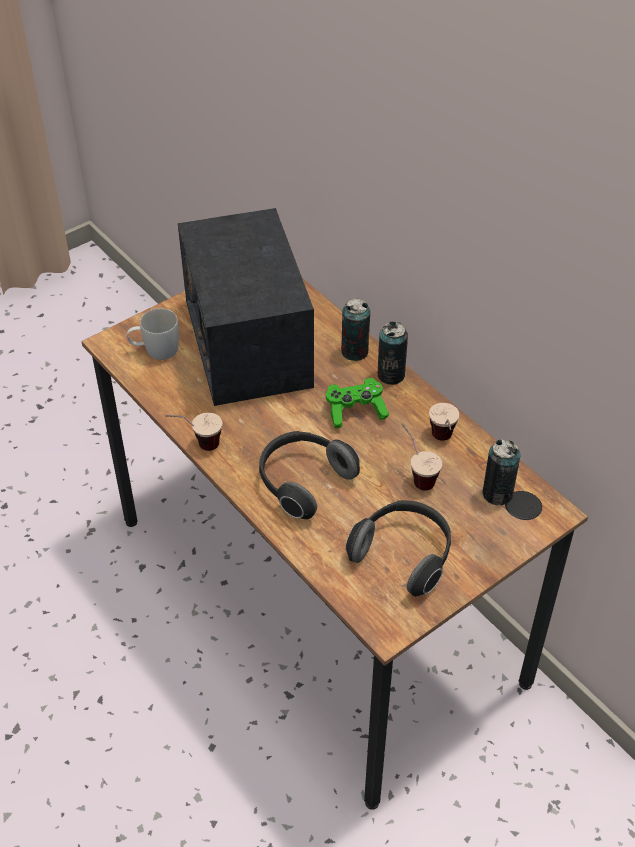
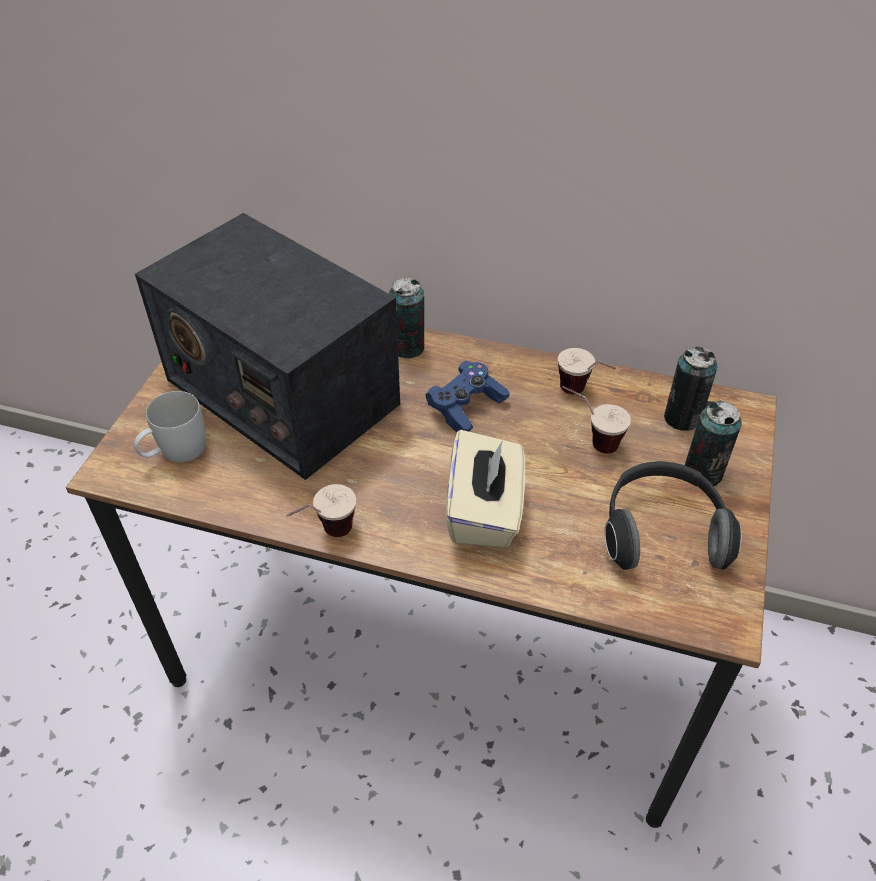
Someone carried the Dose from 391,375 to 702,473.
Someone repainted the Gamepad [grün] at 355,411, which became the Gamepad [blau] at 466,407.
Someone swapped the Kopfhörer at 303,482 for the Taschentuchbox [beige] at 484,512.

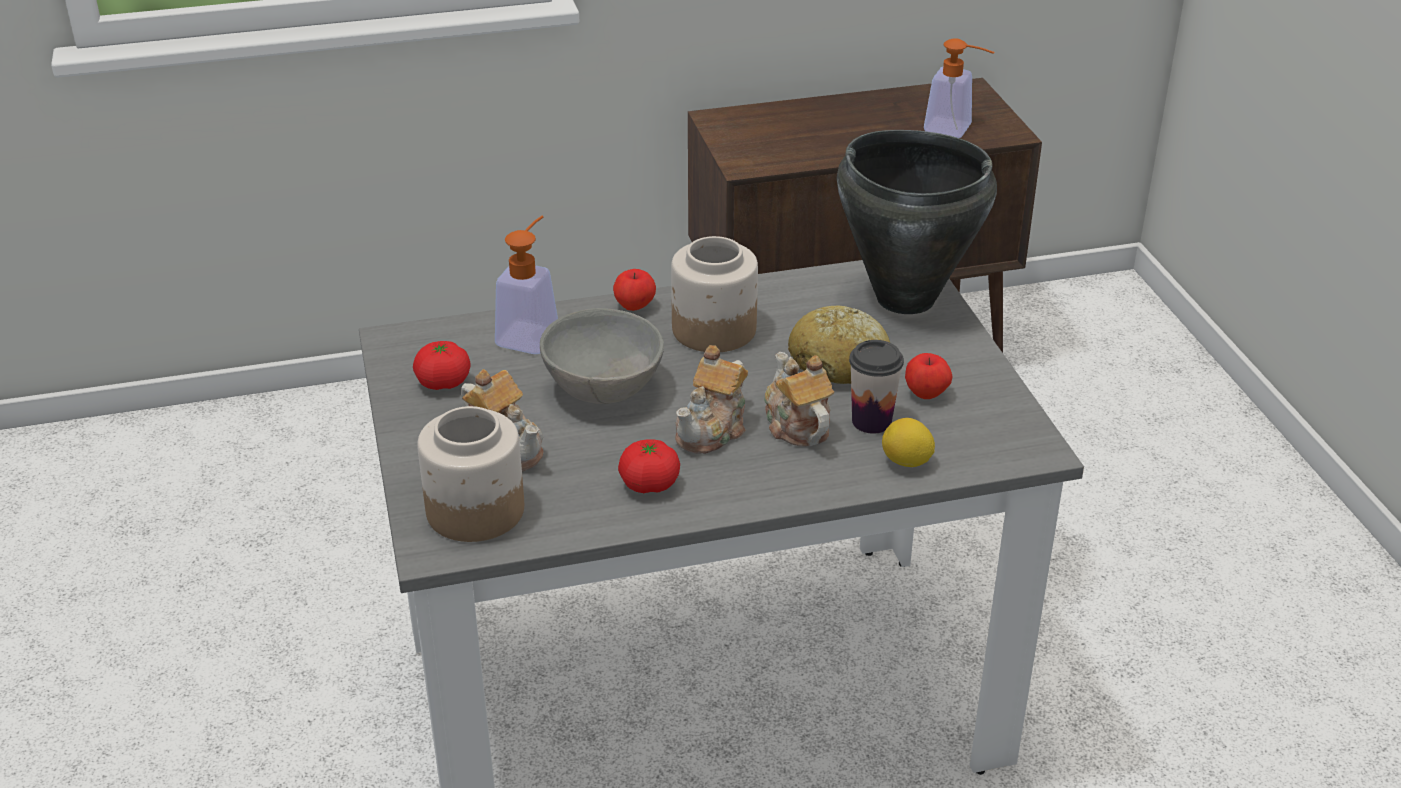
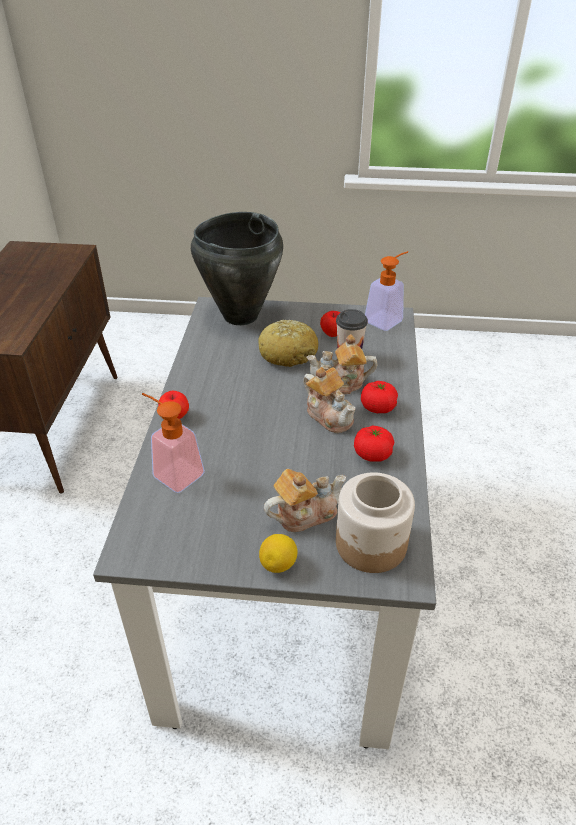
Someone carried the Seifenspender from 956,130 to 387,319.
Someone took away the Vorratsglas at 713,330.
Someone took away the Schüssel [grau] at 605,388.
Someone carried the Tomate from 443,382 to 378,407.
Someone carried the Zitrone from 906,462 to 278,564.

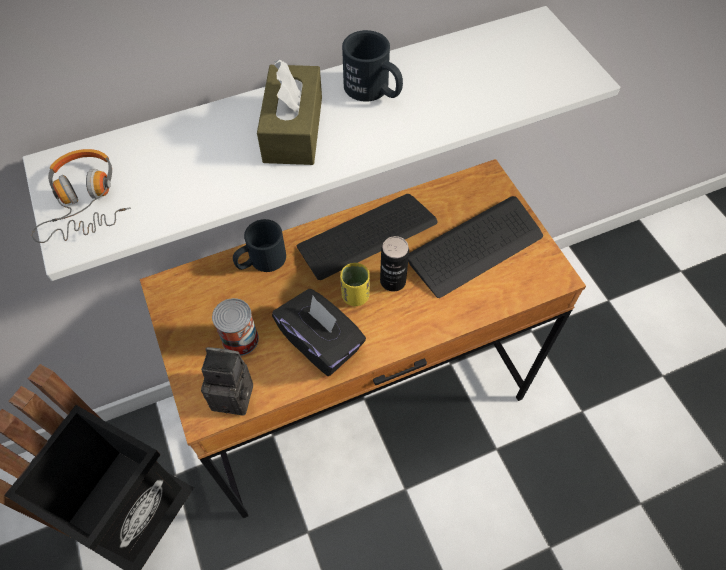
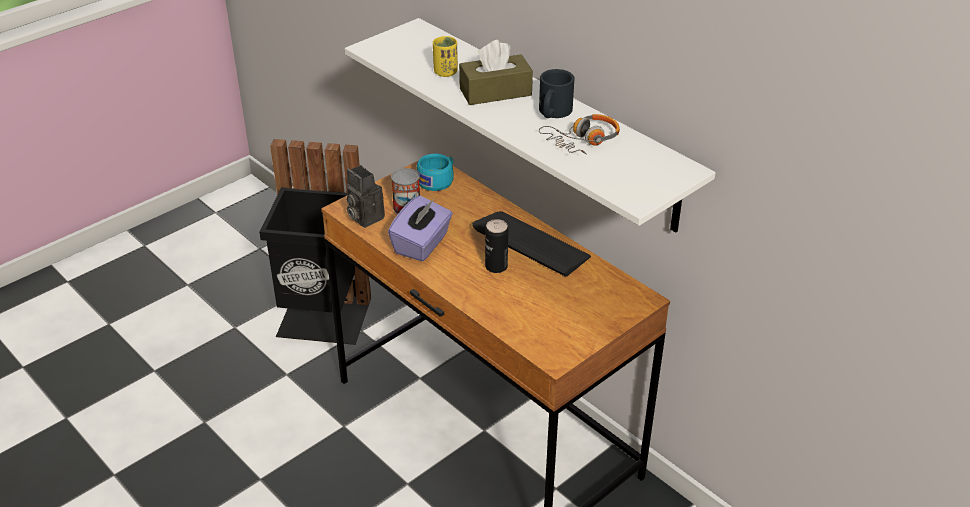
Someone carried the Kopfhörer from 85,202 to 583,141.
Someone took away the Tastatur at 475,248.
Someone took away the Henkelbecher [schwarz] at 260,261.
Someone carried the Tasse [gelb] from 355,296 to 445,72.
Someone repainted the Taschentuchbox [schwarz] at 321,343, which became the Taschentuchbox [lila] at 422,244.
Someone rotated the Kamera at 236,394 by 150 degrees clockwise.
Someone put down the Tasse [türkis] at 438,180.

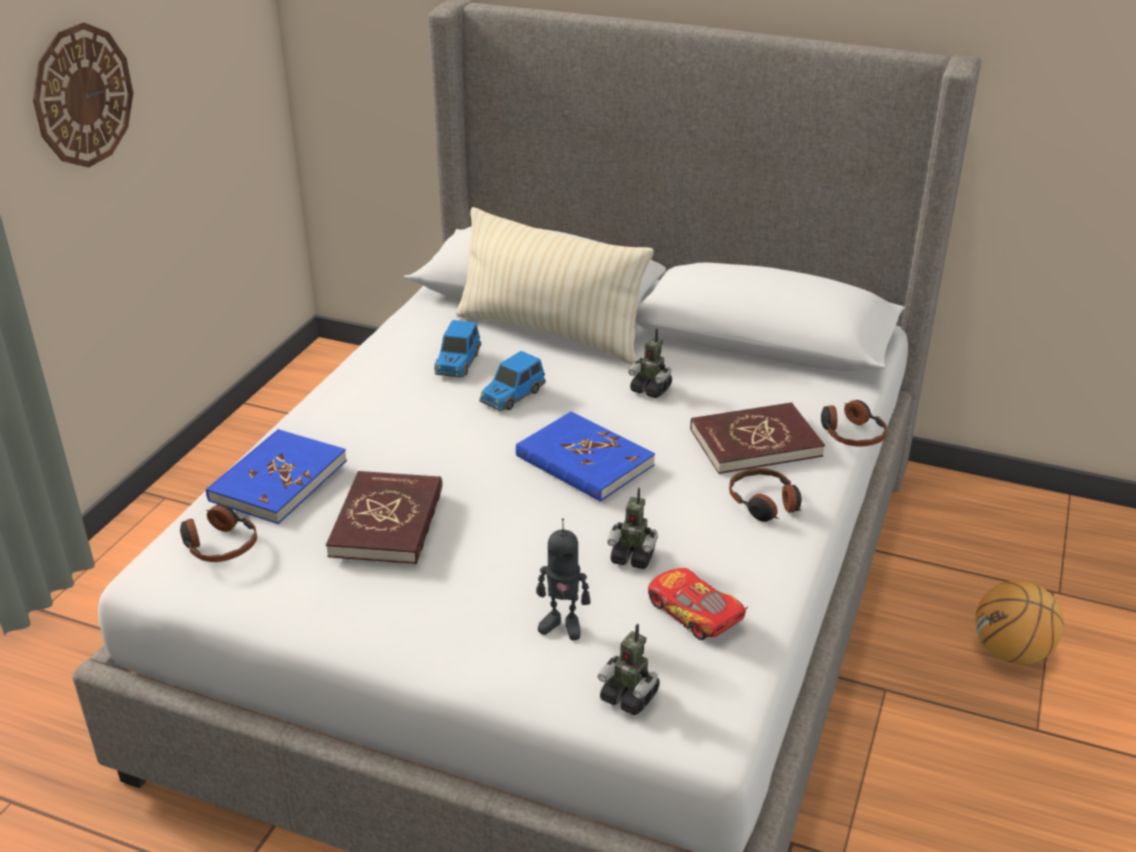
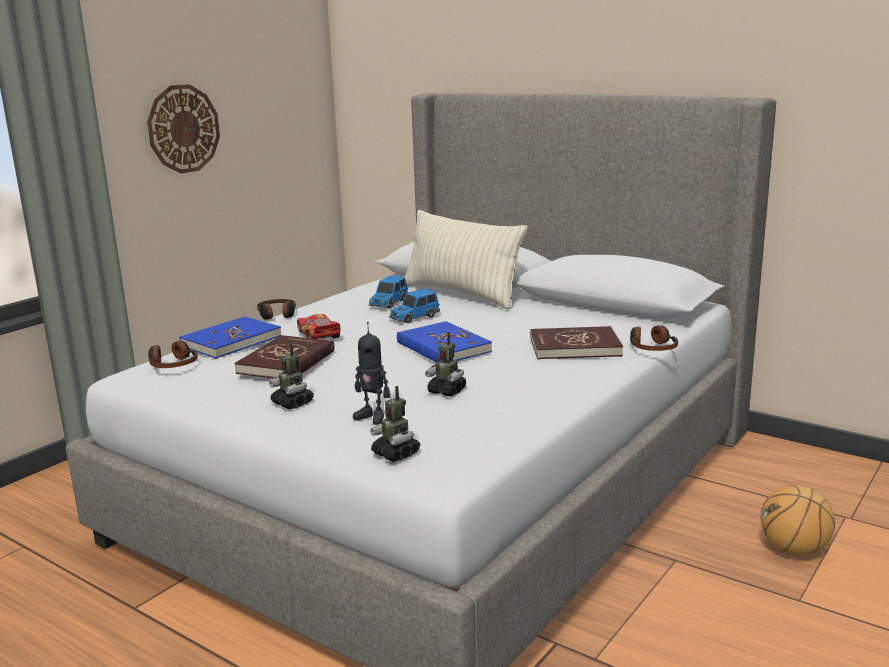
Someone carried the Spielzeugroboter from 651,389 to 292,403.
Someone carried the Kopfhörer from 765,504 to 277,315.
Someone carried the Spielzeugauto from 694,613 to 318,335.

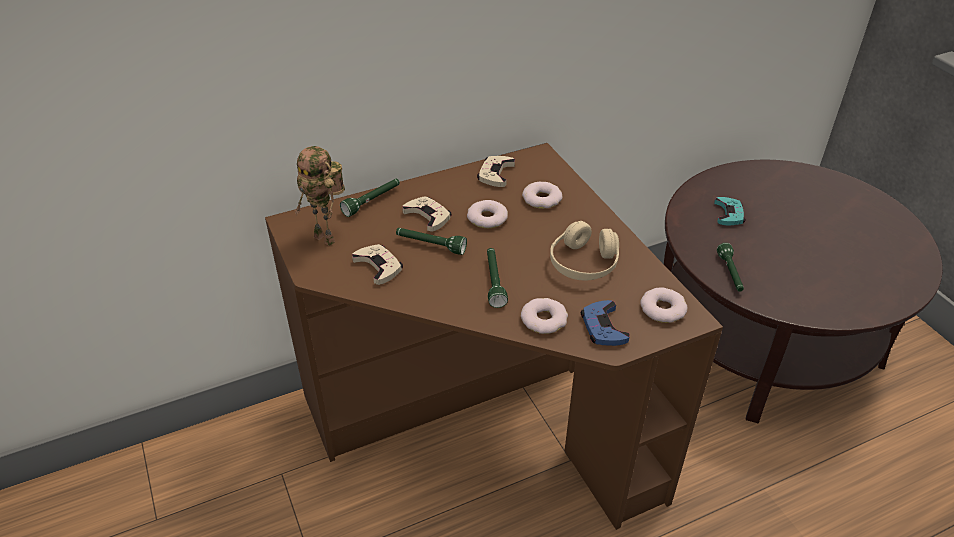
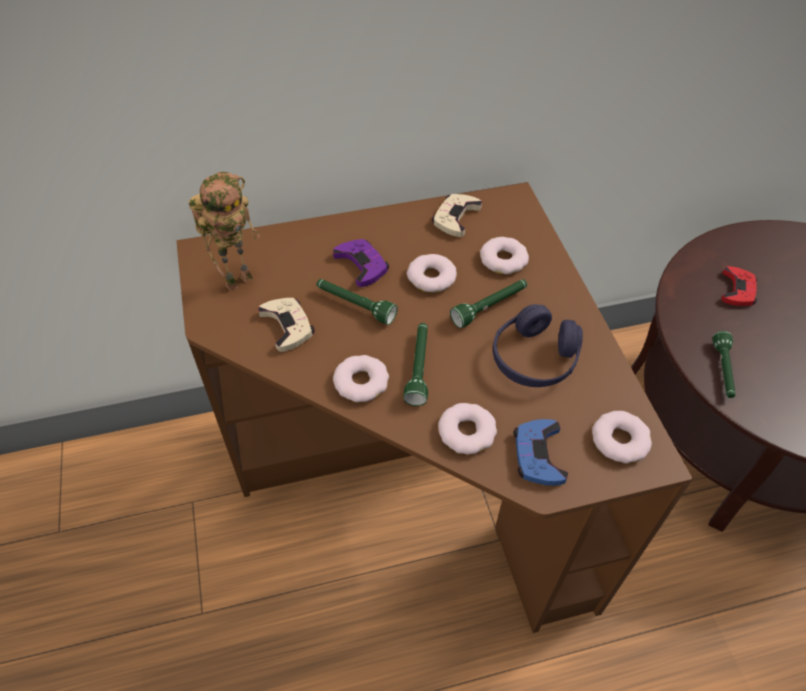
Someone rotated the Spielzeugroboter at 327,238 by 90 degrees counterclockwise.
Someone carried the Taschenlampe [grün] from 372,202 to 490,307.
Someone repainted the Gamepad [beige] at 428,216, which became the Gamepad [lila] at 362,265.
Someone repainted the Gamepad [türkis] at 729,214, which became the Gamepad [rot] at 737,290.
Someone repainted the Kopfhörer [beige] at 583,263, which became the Kopfhörer [lila] at 534,358.
Someone put down the Donut at 361,382.

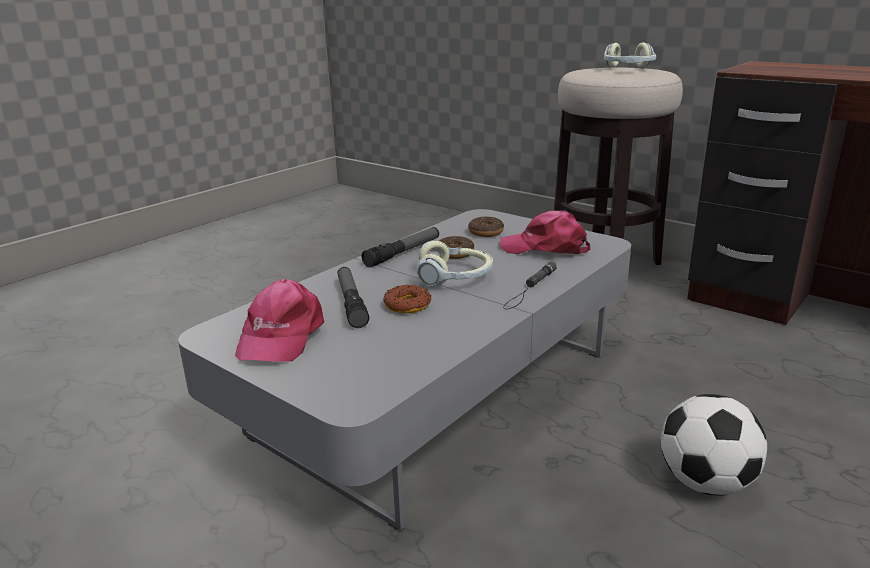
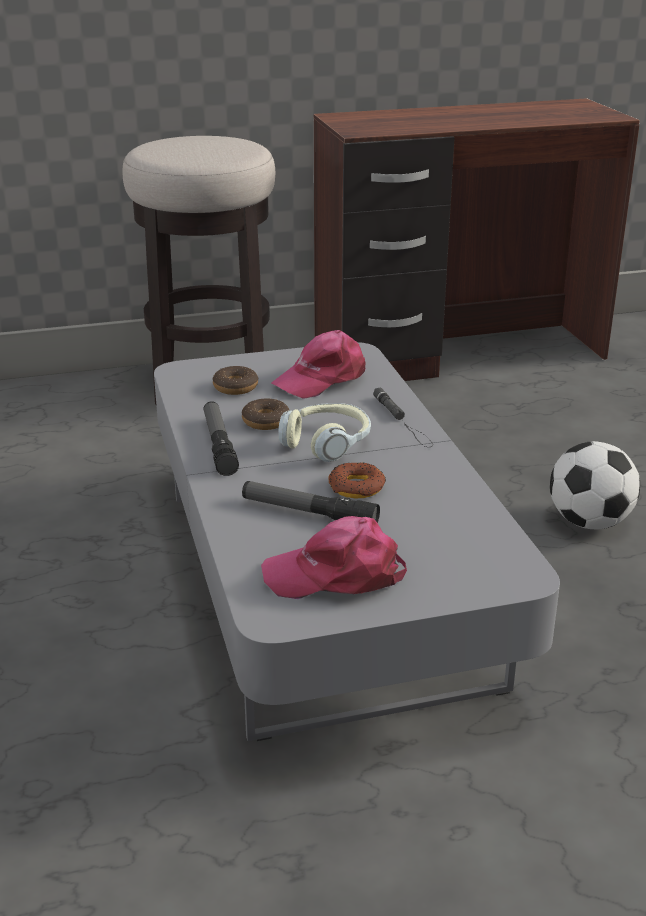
Someone took away the Kopfhörer at 628,69.
Someone rotated the Kappe [rosa] at 280,336 by 135 degrees clockwise.

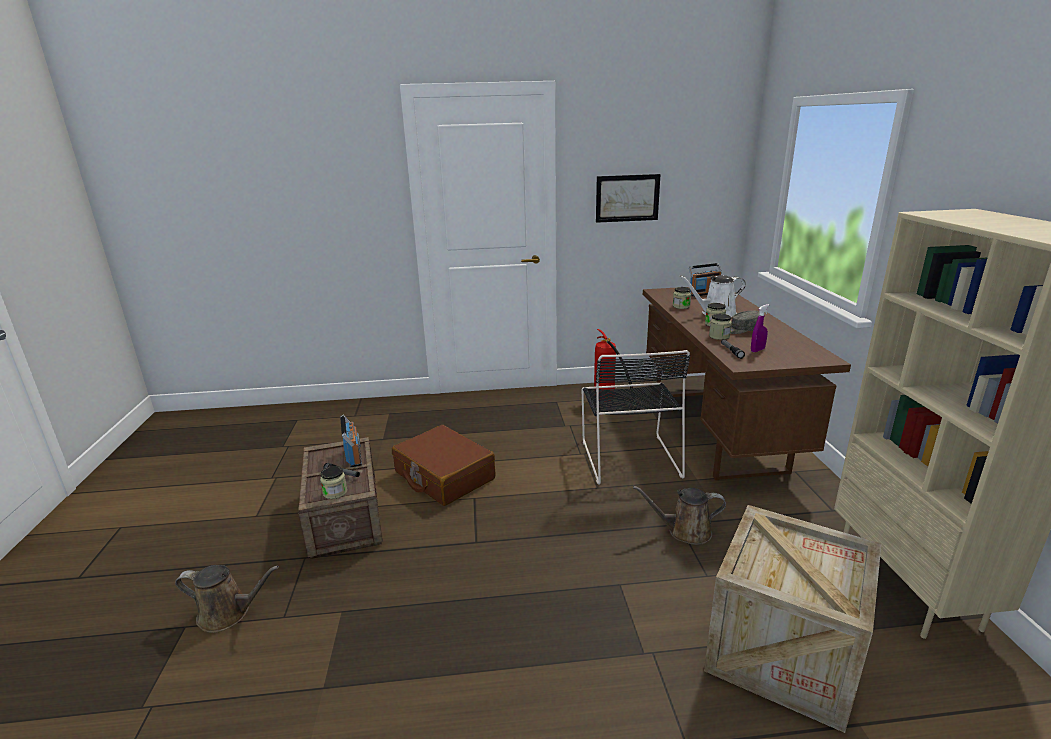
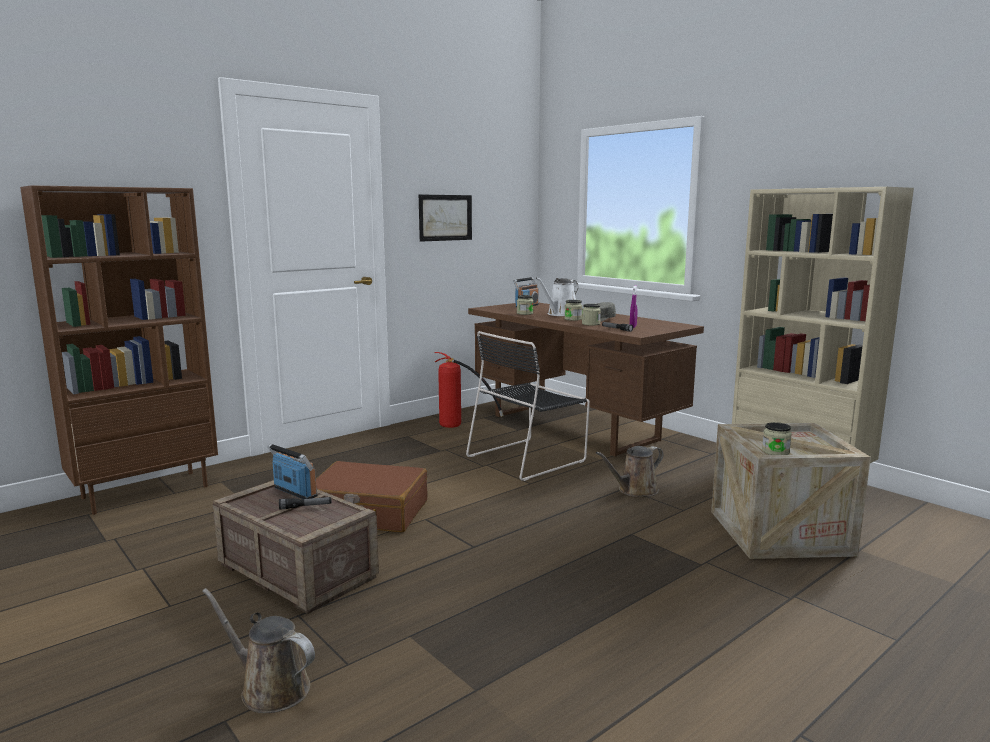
Someone rotated the Stuhl [schwarz] at 629,456 by 90 degrees clockwise.
Someone carried the Vorratsglas from 335,492 to 775,452.
Someone rotated the Gießkanne [braun] at 229,613 by 120 degrees counterclockwise.
Someone put down the Bücherregal [braun] at 146,491.

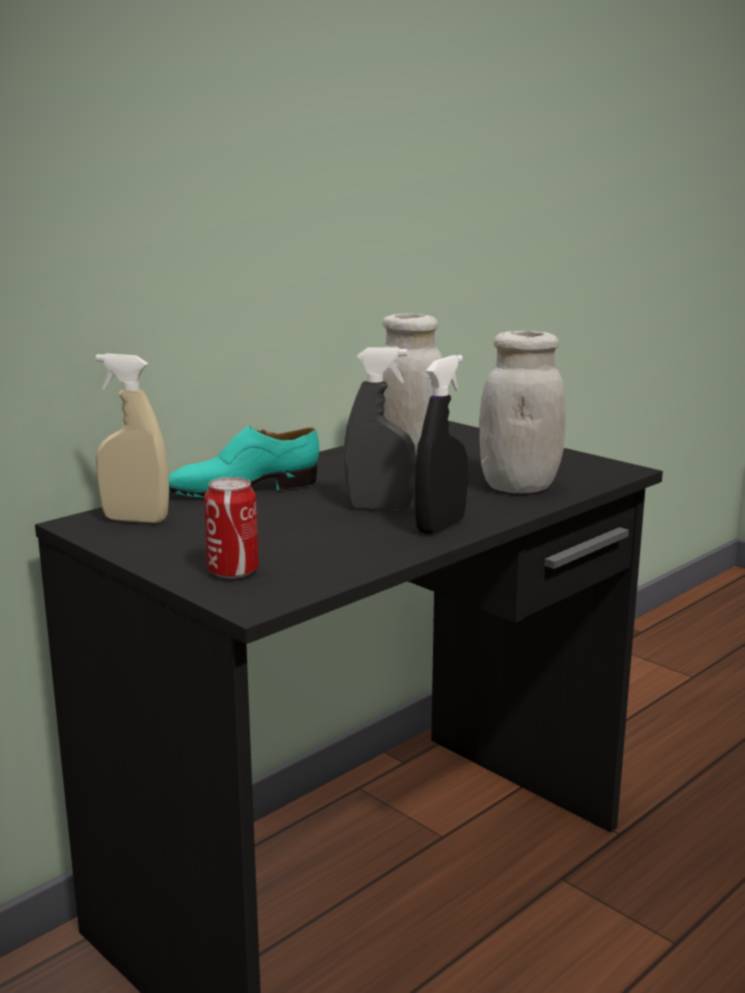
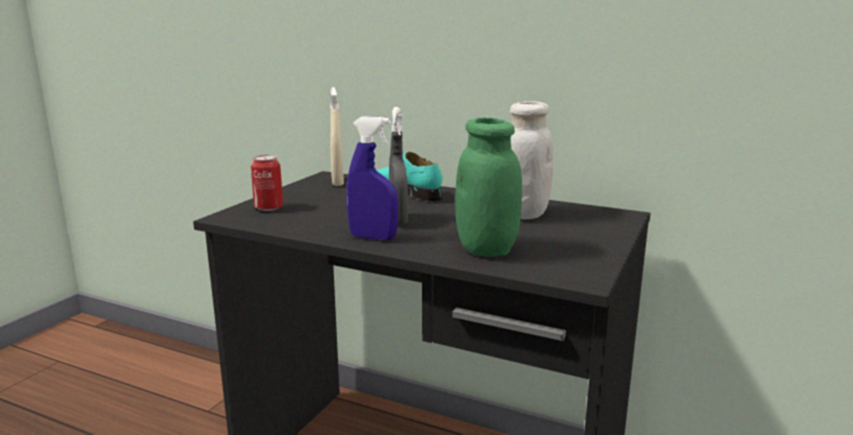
Someone repainted the Vorratsglas [weiß] at 519,486, which became the Vorratsglas [grün] at 486,249.
Someone repainted the Sprühflasche [schwarz] at 440,526, which became the Sprühflasche [blau] at 373,237.

